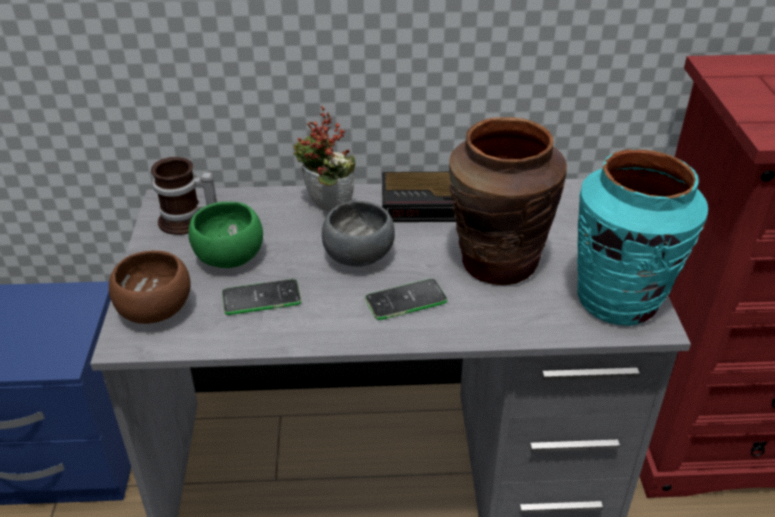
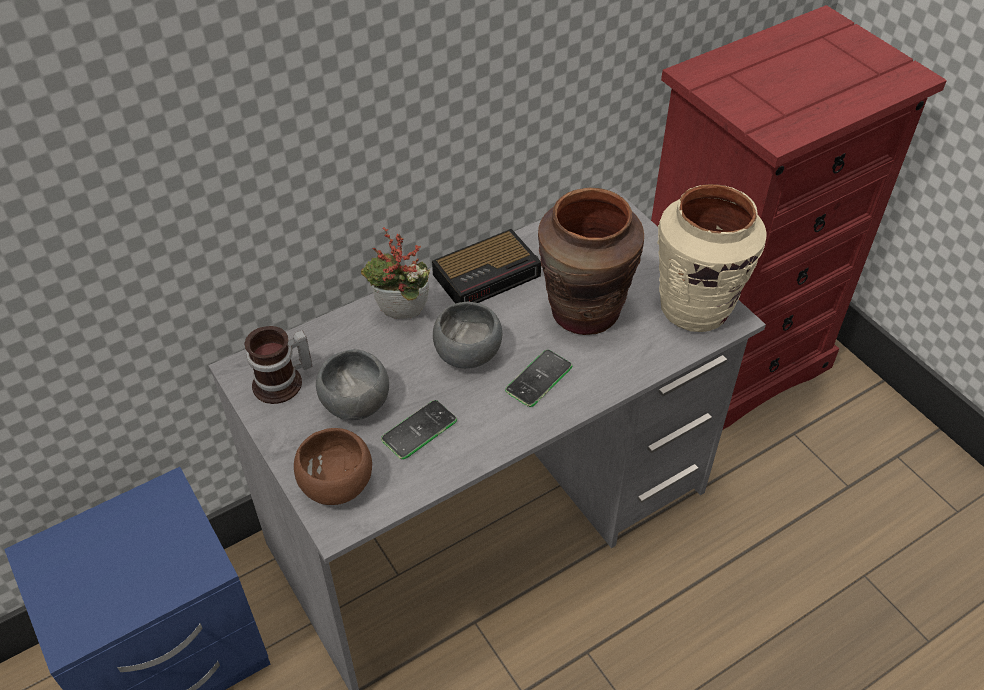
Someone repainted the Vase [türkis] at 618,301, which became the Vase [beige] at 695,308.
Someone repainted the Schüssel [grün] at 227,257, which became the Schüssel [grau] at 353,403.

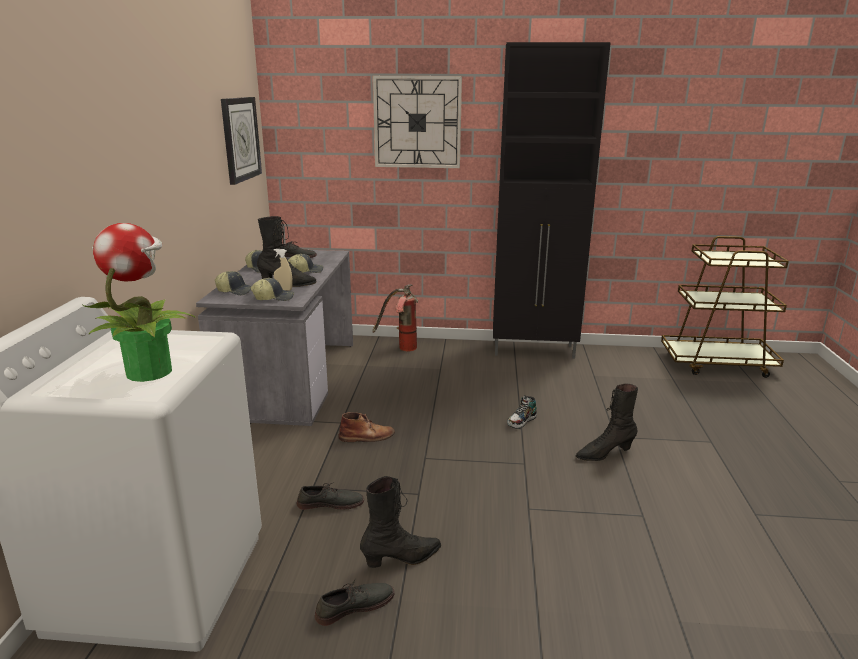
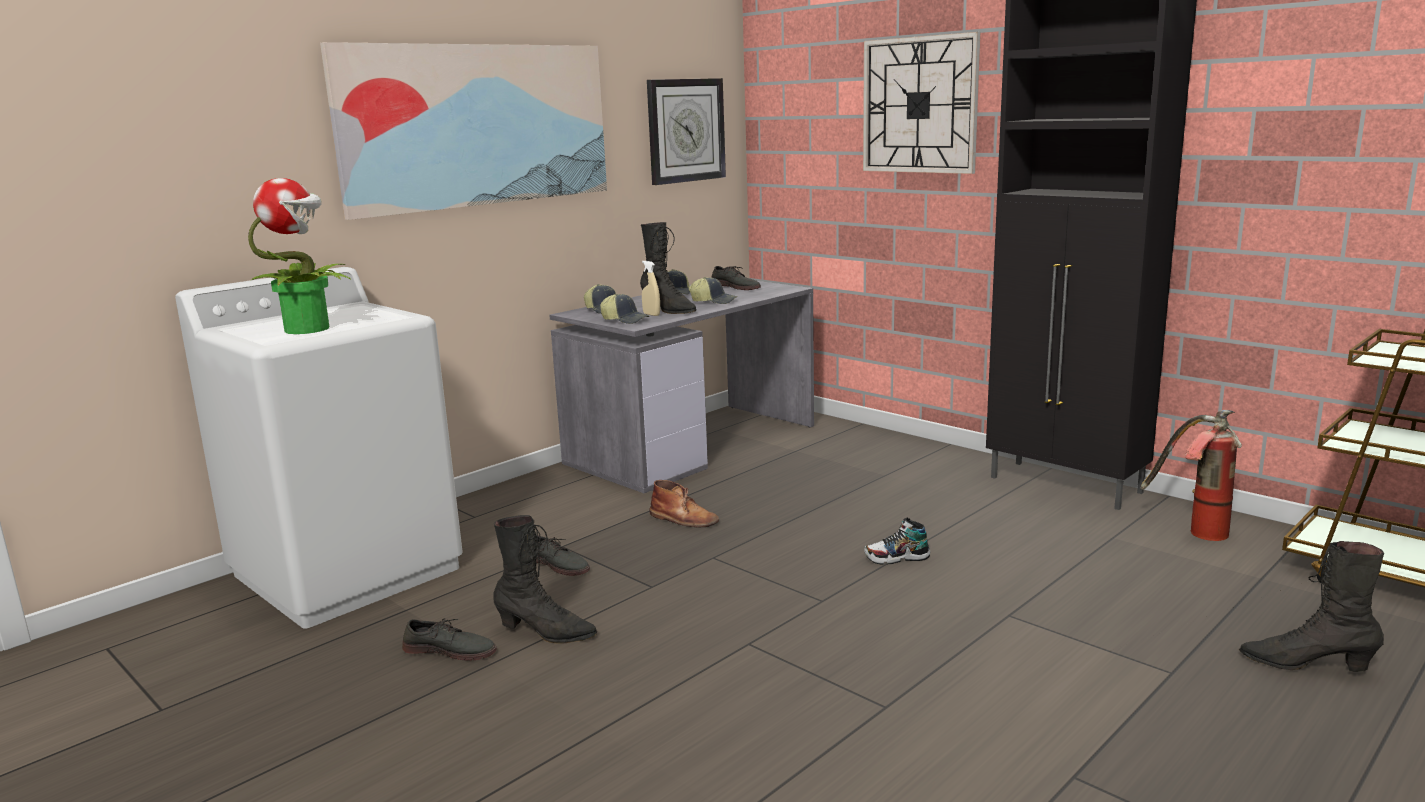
Someone carried the Feuerlöscher from 400,348 to 1193,531.
Someone carried the Stiefel [schwarz] from 604,453 to 1306,664.
Someone put up the Bild at 479,125.

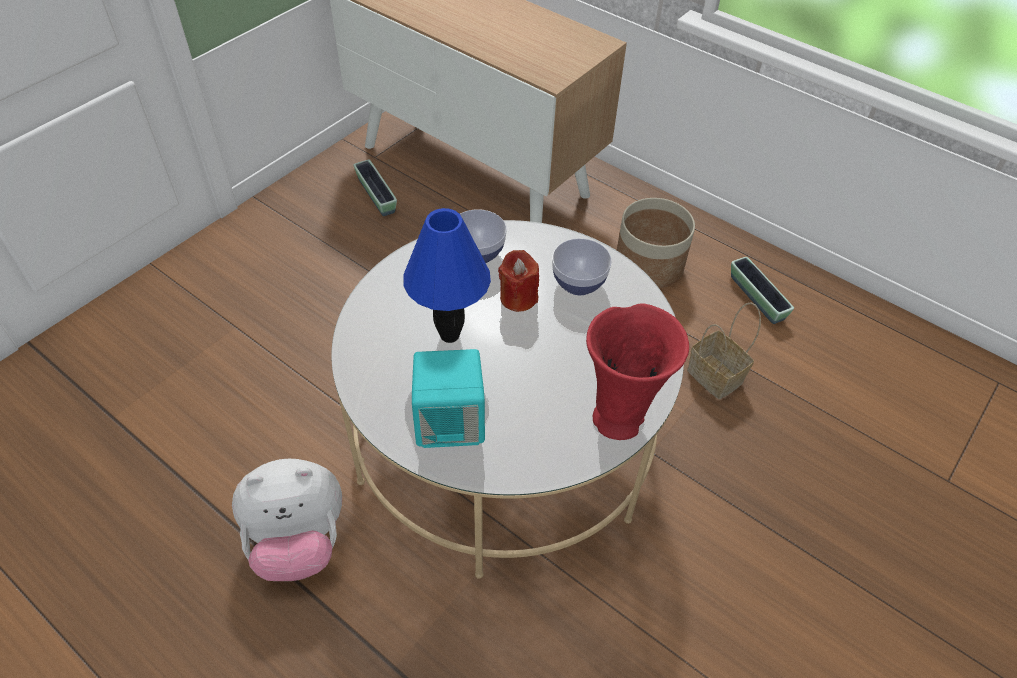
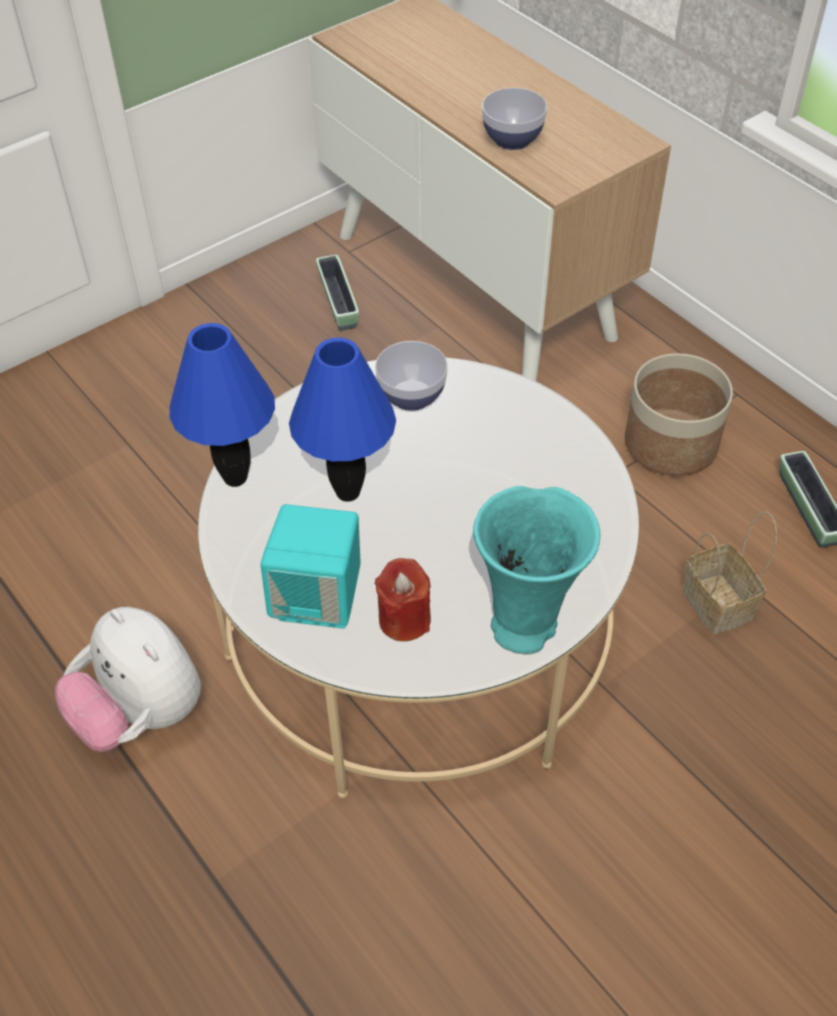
Someone carried the Schüssel from 578,283 to 512,139.
Someone carried the Kerze [rot] from 518,298 to 404,619.
Someone repainted the Vase [rot] at 620,418, which became the Vase [türkis] at 527,626.
Someone rotated the Plüschtier at 298,542 by 45 degrees clockwise.
Someone put down the Tischlampe [blau] at 236,477.

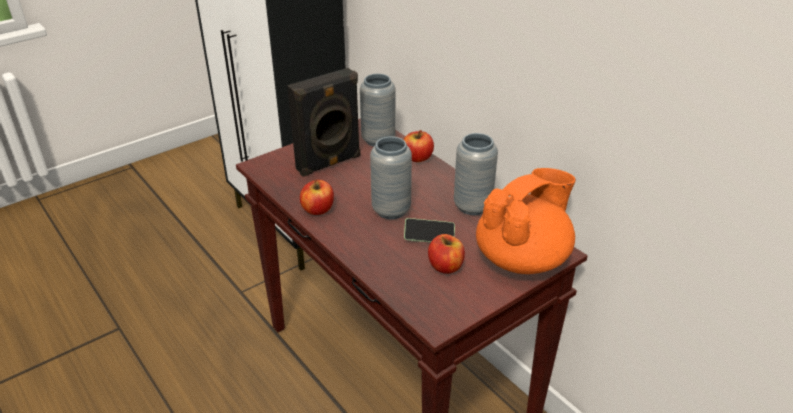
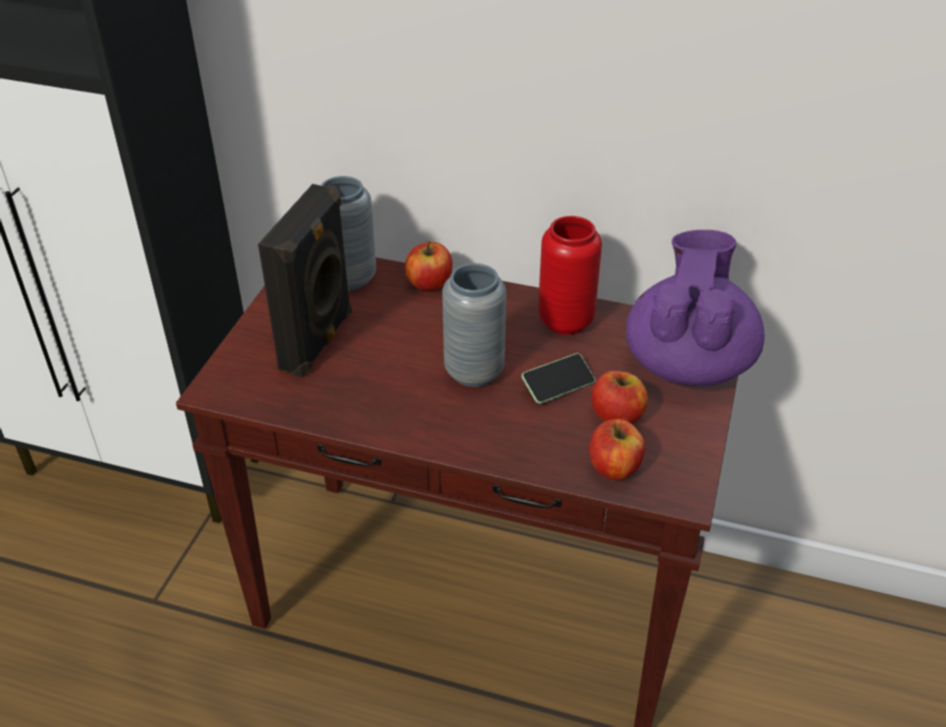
Someone repainted the Vase [grau] at 472,206, which became the Vase [rot] at 565,321.
Someone repainted the Teekanne [orange] at 523,258, which became the Teekanne [lila] at 688,362.
Someone carried the Apfel from 318,209 to 614,467.

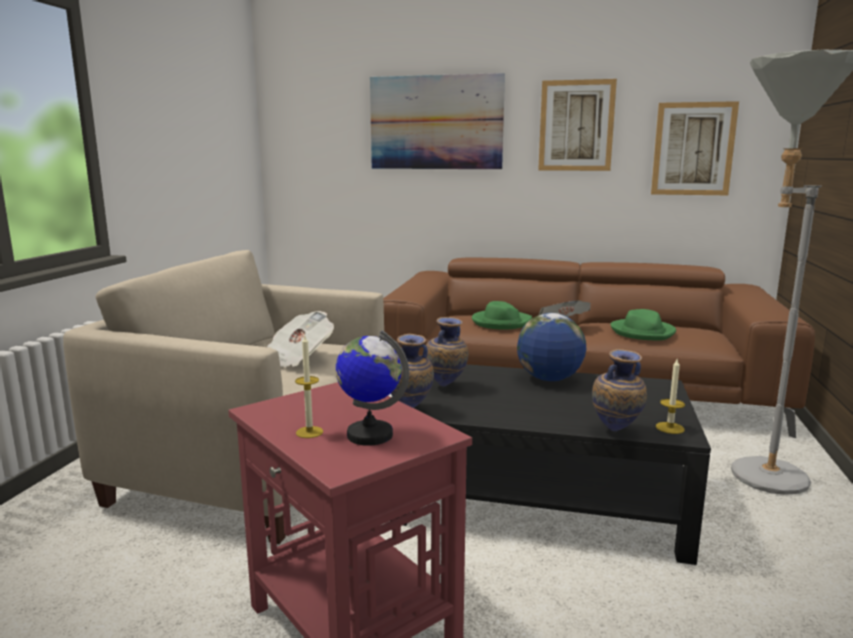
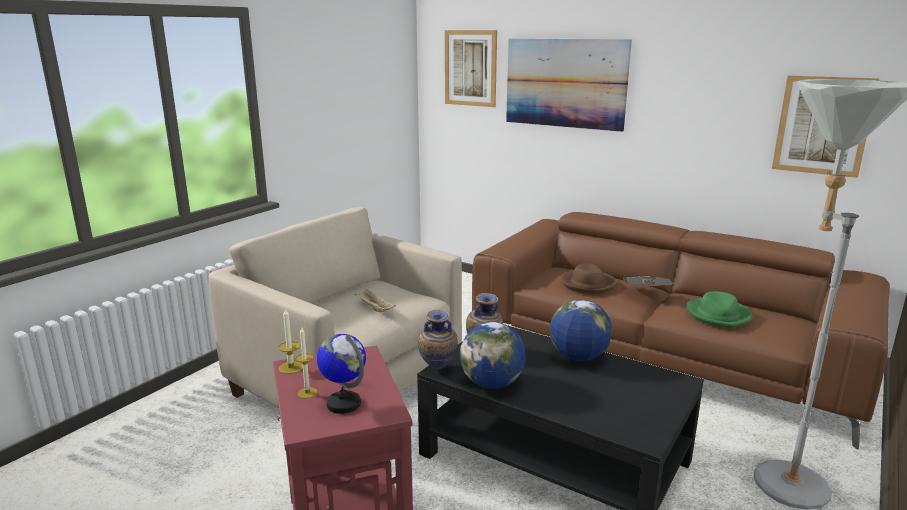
Someone carried the Bild from 576,126 to 470,68.
Someone repainted the Hut [grün] at 501,322, which became the Hut [braun] at 588,284.
Someone swapped the Zeitung at 296,359 for the Tablett [beige] at 374,308.
Someone took away the Vase at 616,432.
Someone carried the Kerze from 670,428 to 291,367.
Someone put down the Globus at 492,384.

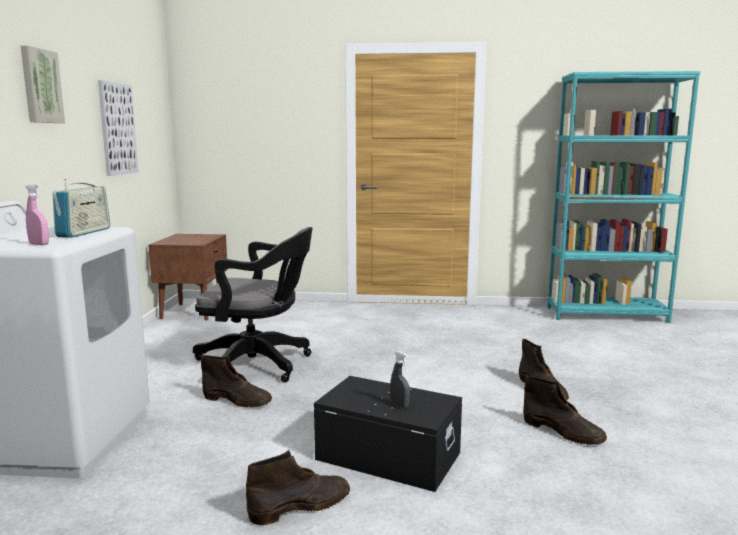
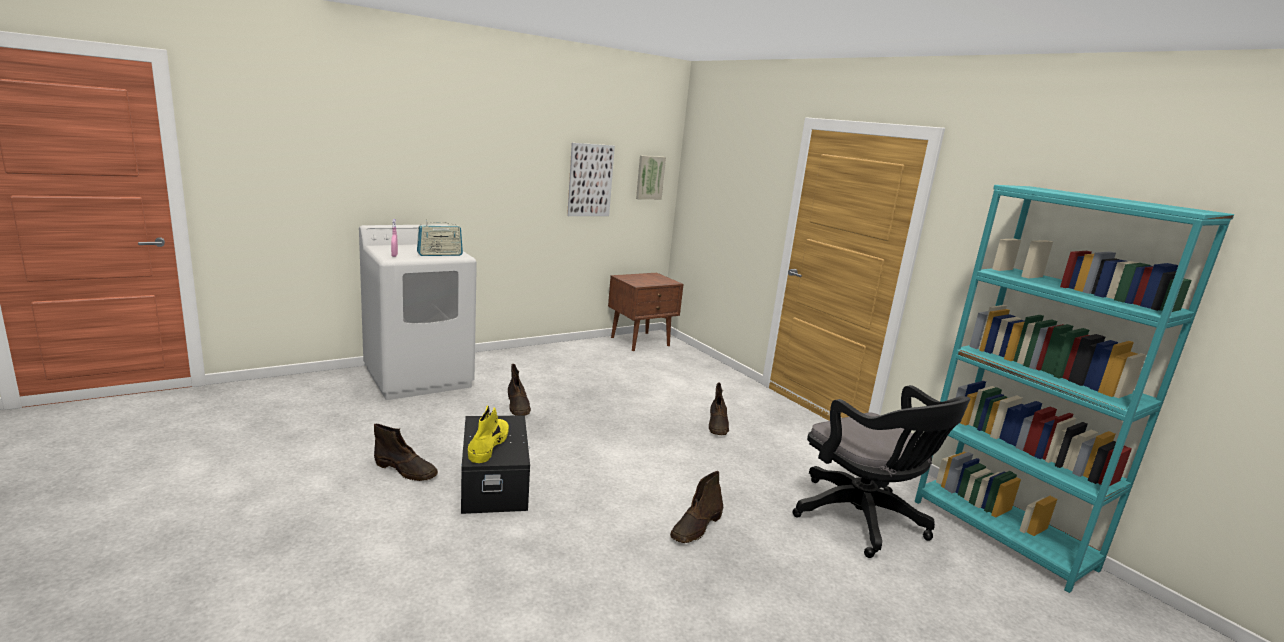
Someone carried the Bild from 40,86 to 649,177.
Someone carried the Bürostuhl [schwarz] from 259,365 to 863,520.
Someone swapped the Sprühflasche [grau] at 399,405 for the Stiefel [gelb] at 489,444.
Someone carried the Stiefel [braun] from 563,432 to 718,425.

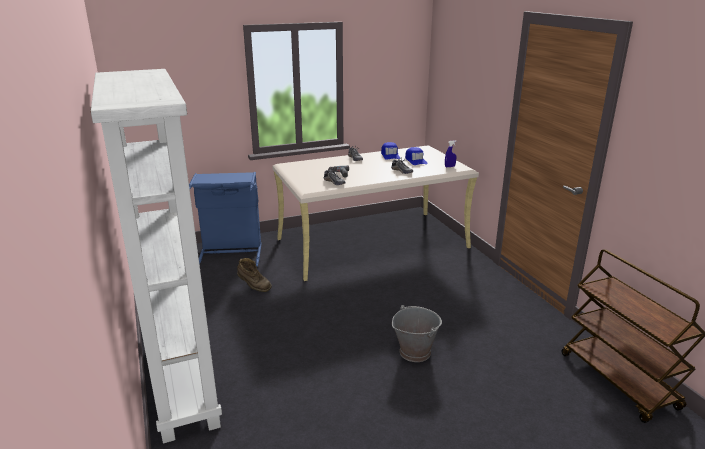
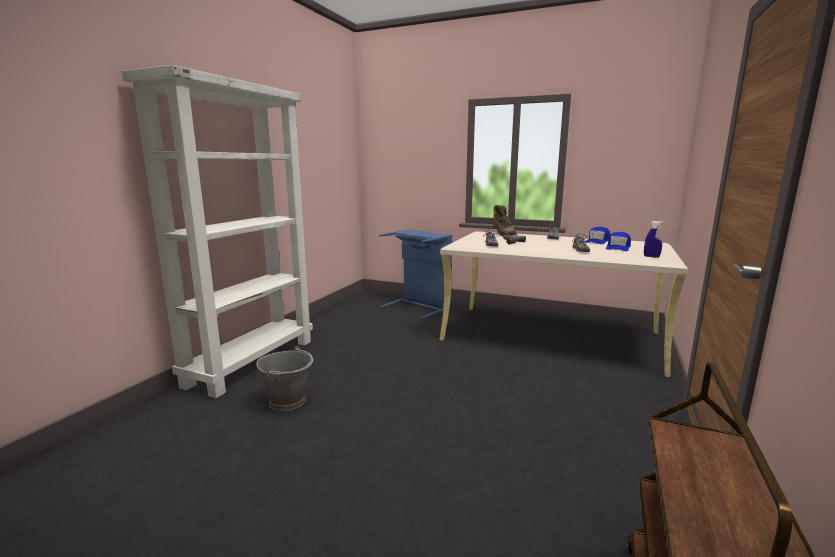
Someone carried the Stiefel [braun] from 253,287 to 502,235.
Someone carried the Eimer [grau] from 415,351 to 288,401.

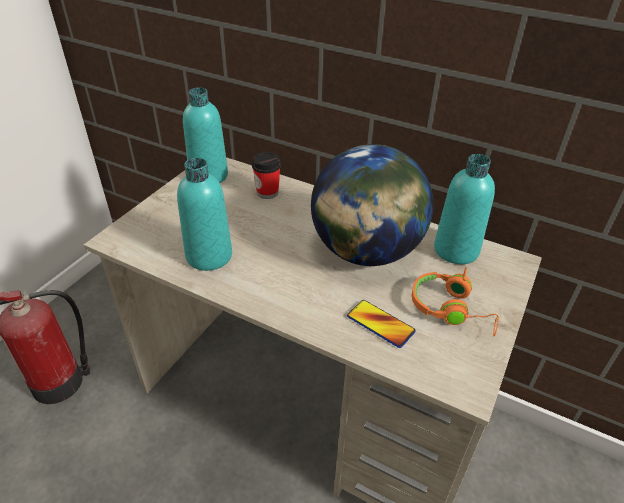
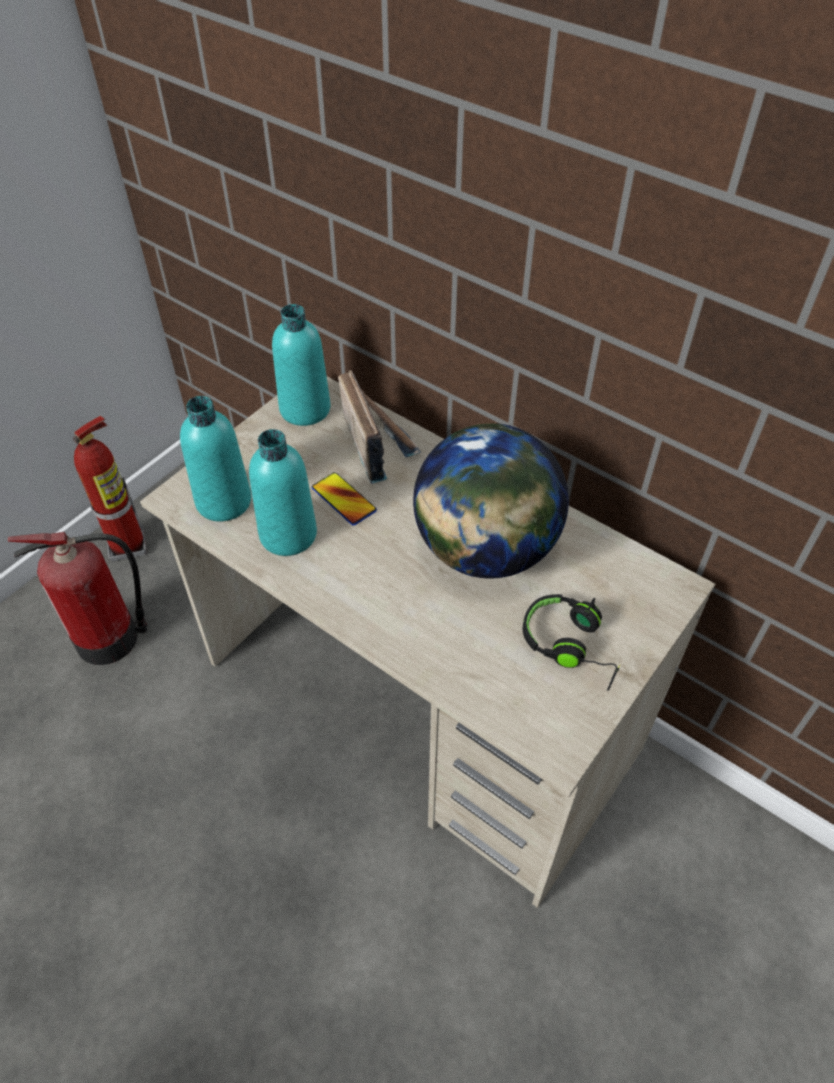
Someone swapped the Tasse at 267,192 for the Radio at 377,444.
Someone carried the Flasche [türkis] from 456,250 to 223,501.
Someone repainted the Kopfhörer [orange] at 451,309, which became the Kopfhörer [schwarz] at 571,645.
Someone carried the Handy from 380,324 to 344,499.
Someone put down the Feuerlöscher at 129,545.

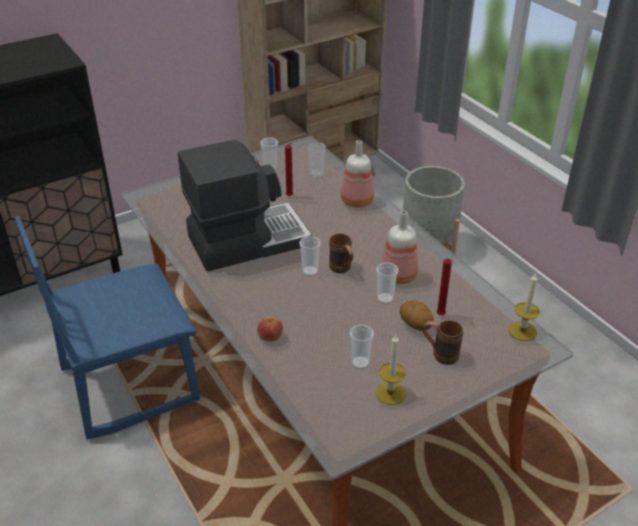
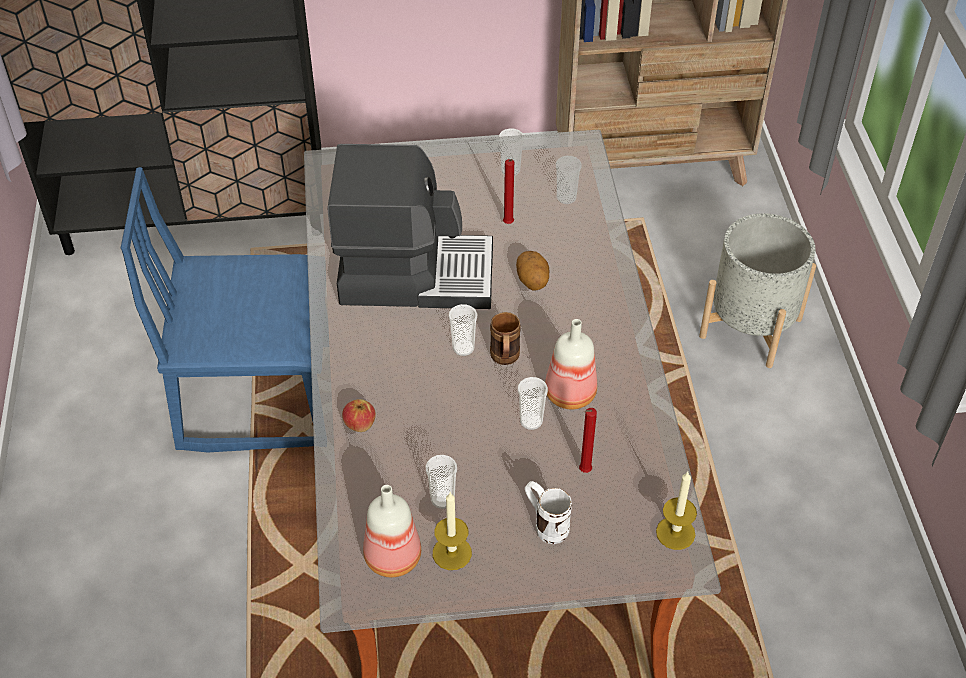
Someone carried the Flasche from 358,201 to 394,558.
Someone carried the Kartoffel from 416,325 to 532,281.
Someone repainted the Henkelbecher [braun] at 439,354, which became the Henkelbecher [weiß] at 545,525.

